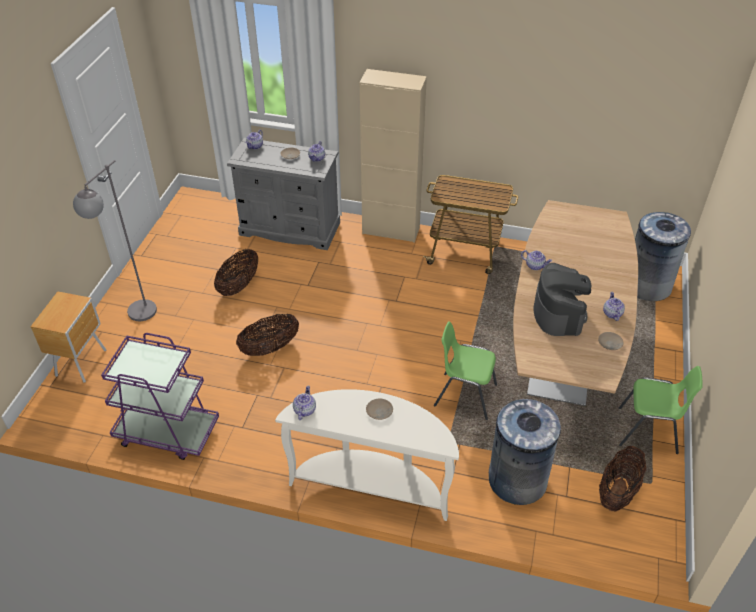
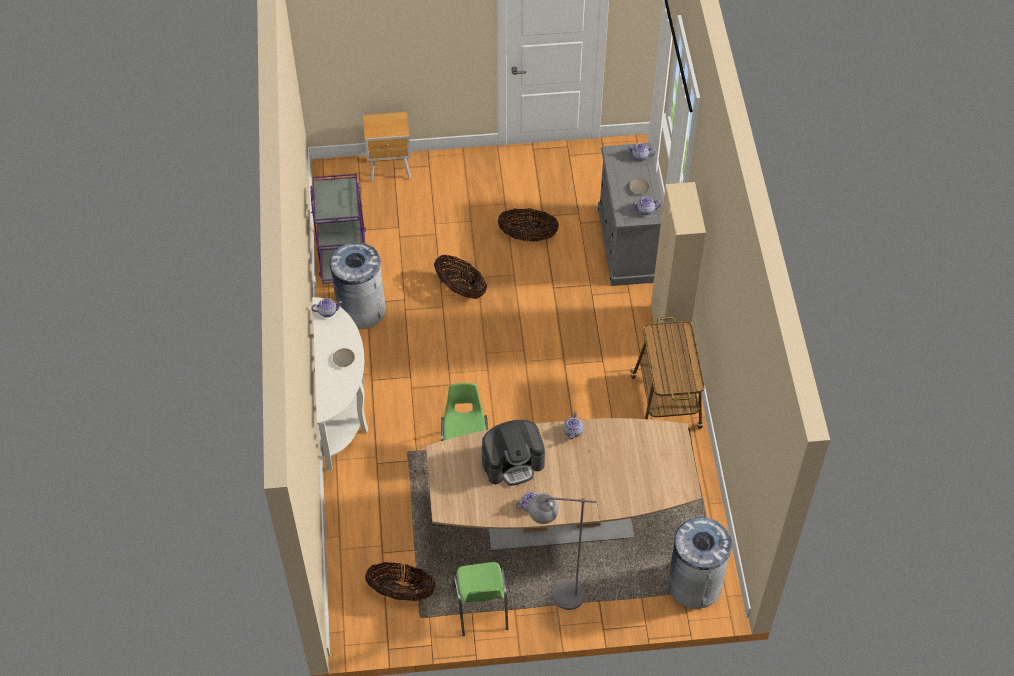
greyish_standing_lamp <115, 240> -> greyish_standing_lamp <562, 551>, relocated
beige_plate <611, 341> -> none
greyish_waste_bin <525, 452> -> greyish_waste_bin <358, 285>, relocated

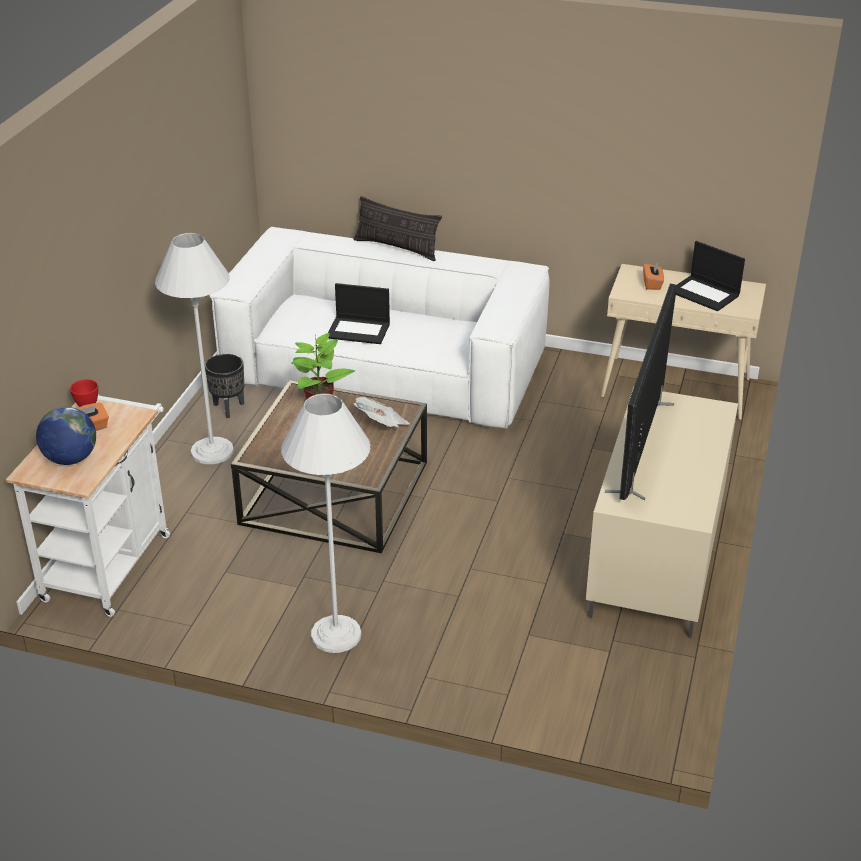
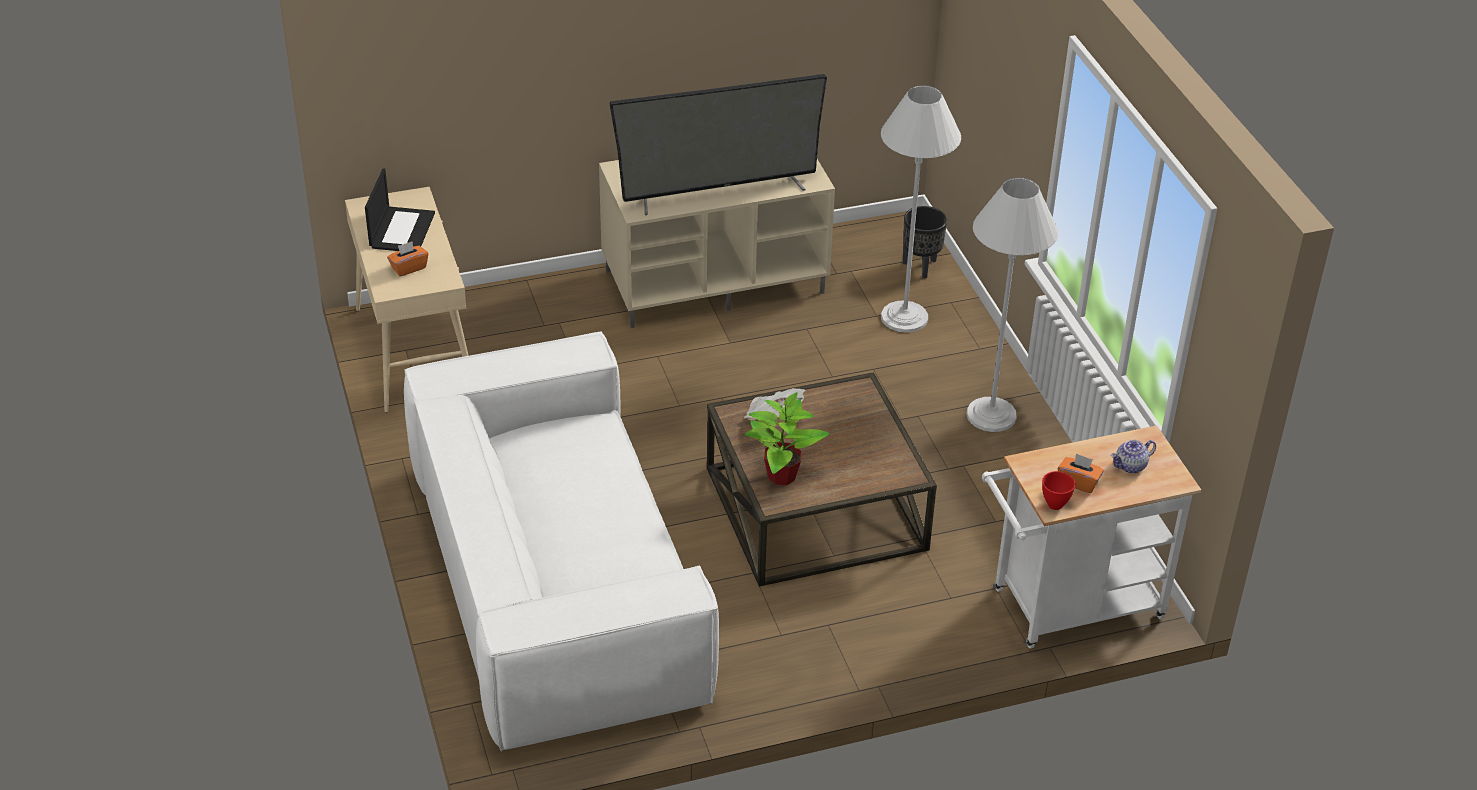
pillow <398, 228> -> none
white_standing_lamp <194, 348> -> white_standing_lamp <921, 209>, relocated
portable_computer <359, 313> -> none
blackish_flower_pot <224, 386> -> blackish_flower_pot <925, 242>, relocated
globe <66, 436> -> pot_for_tea <1133, 456>

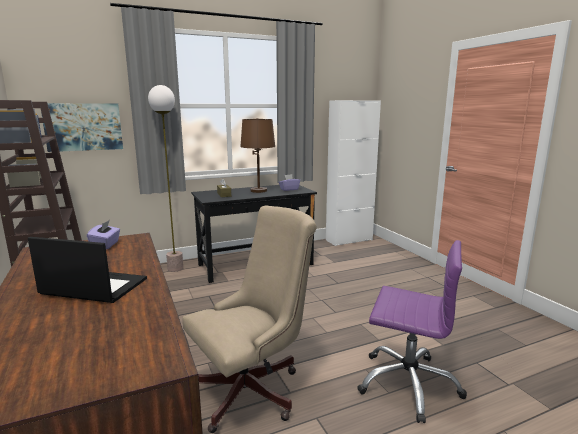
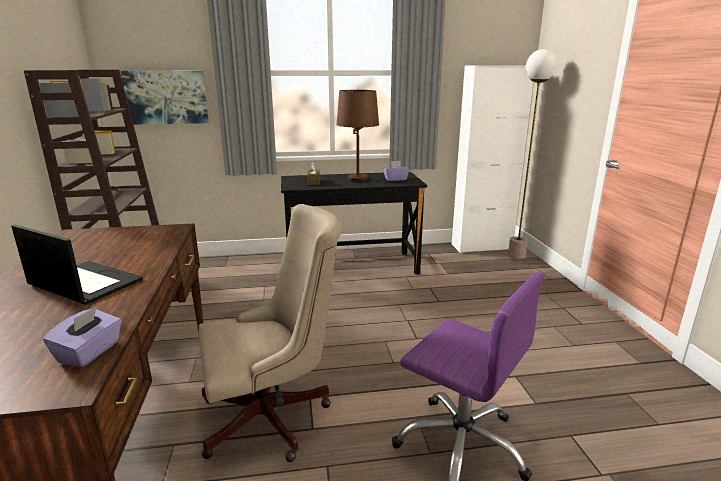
standing_lamp <165, 178> -> standing_lamp <532, 154>, relocated
purplish_box_of_tissues <103, 234> -> purplish_box_of_tissues <82, 336>, relocated

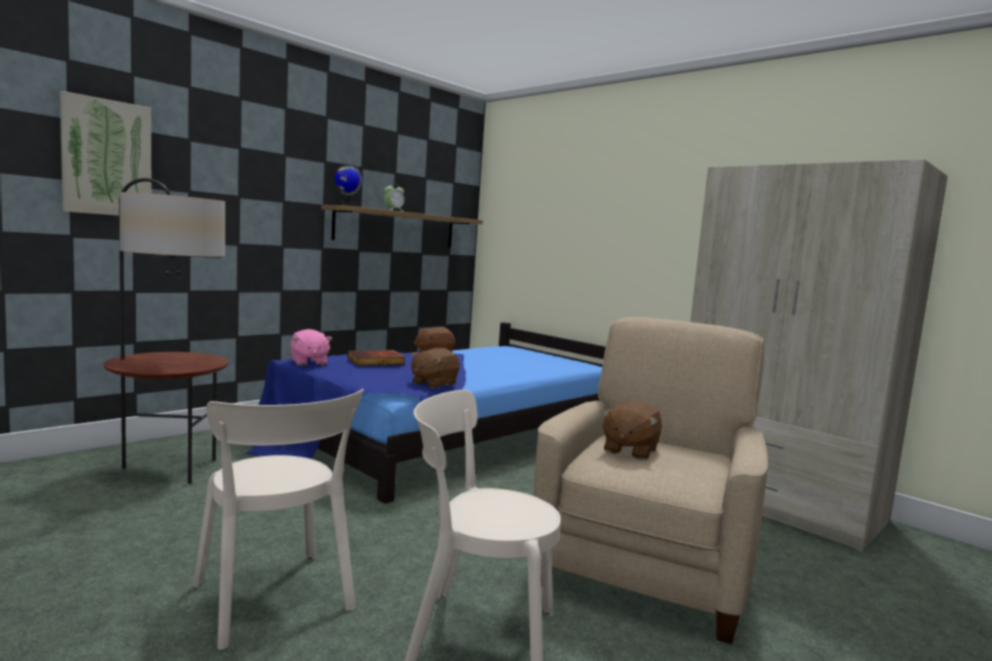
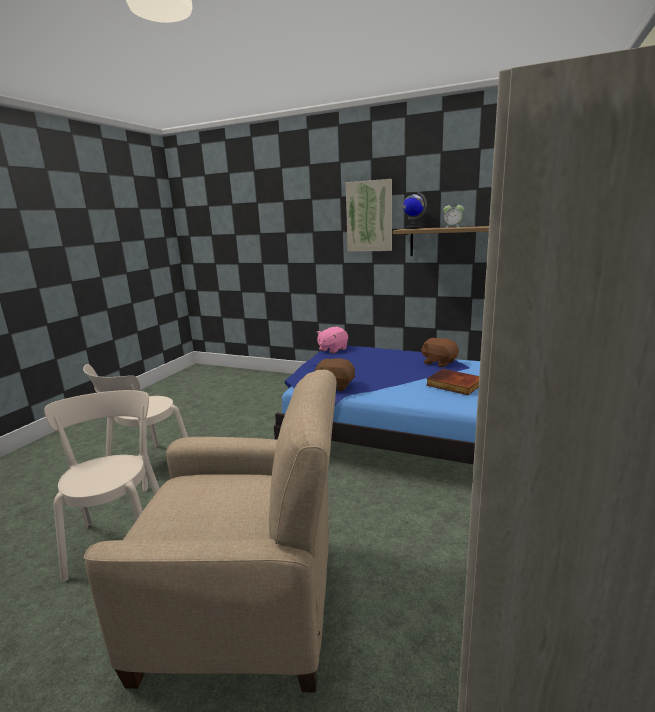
picture <105, 153> -> picture <369, 215>, relocated
standing_lamp <166, 331> -> none
bound_book <377, 358> -> bound_book <452, 382>, relocated
brown_plush_toy <632, 430> -> none

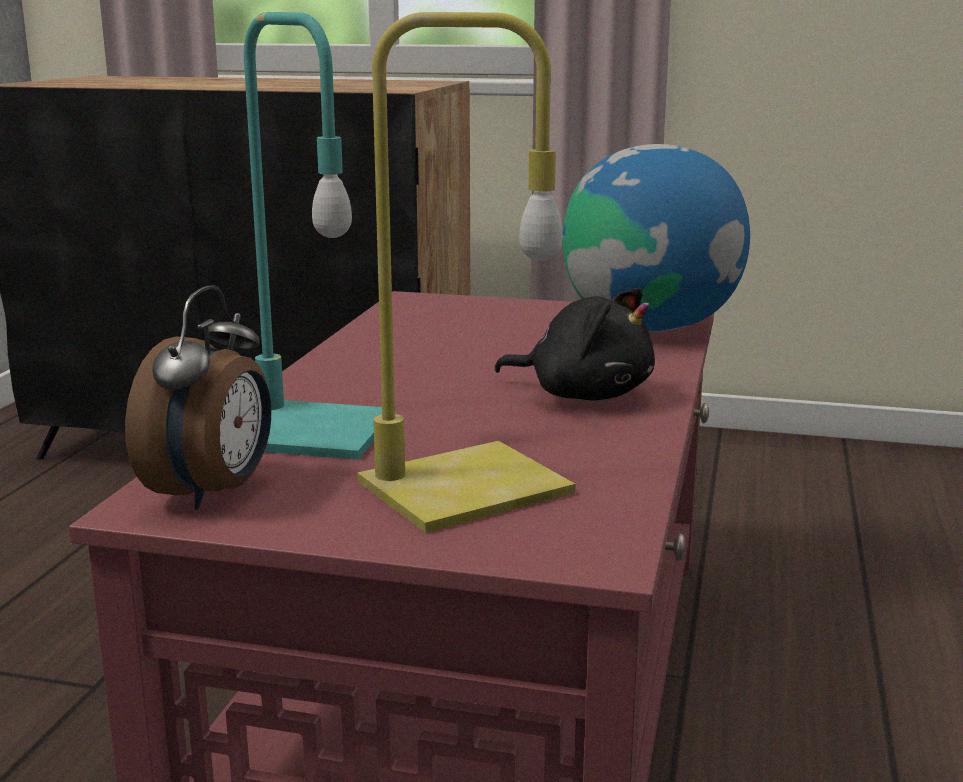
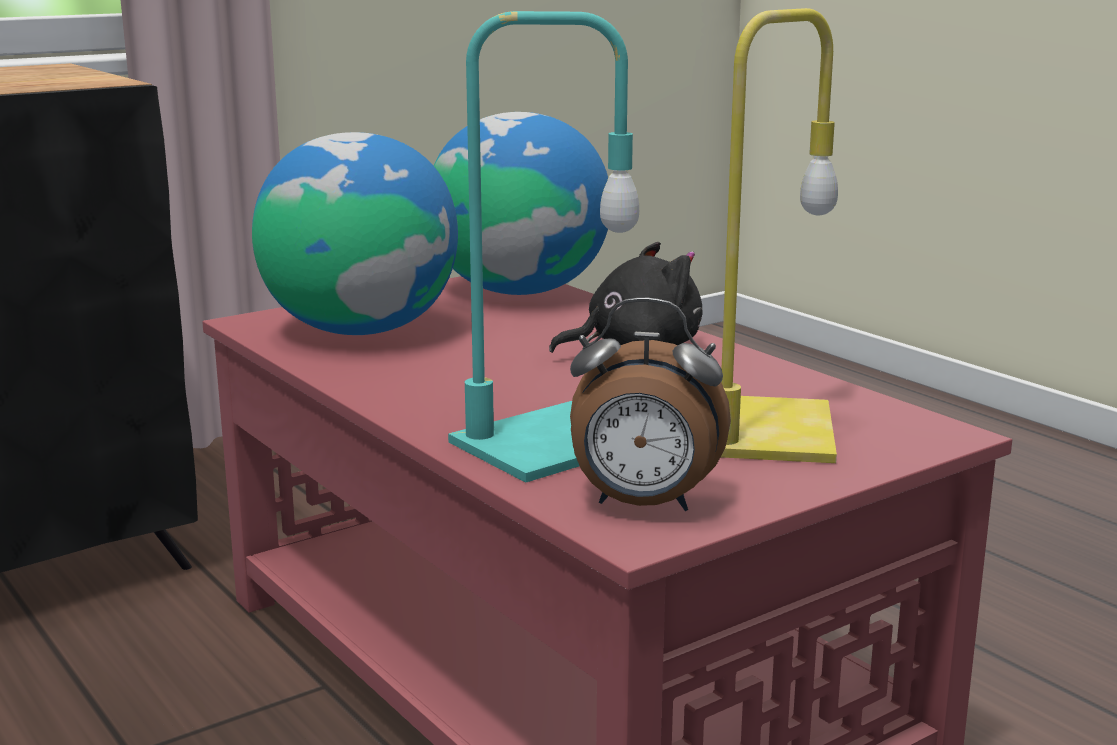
alarm_clock <198, 397> -> alarm_clock <650, 404>, 135 degrees clockwise
none -> globe <355, 233>

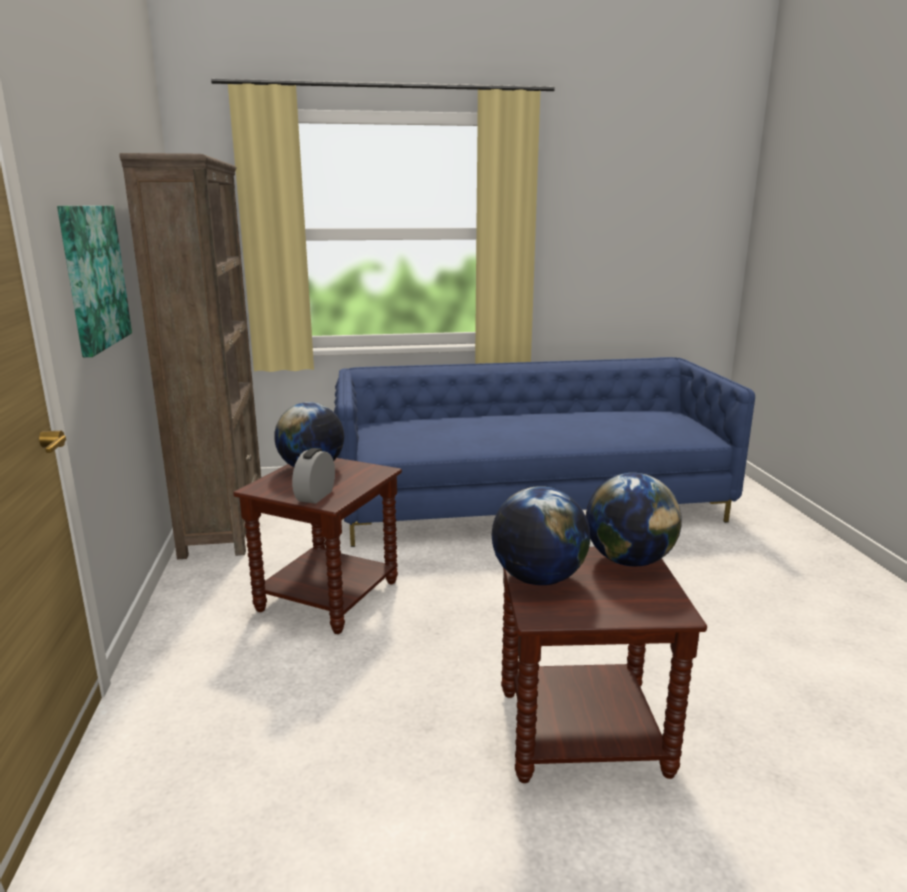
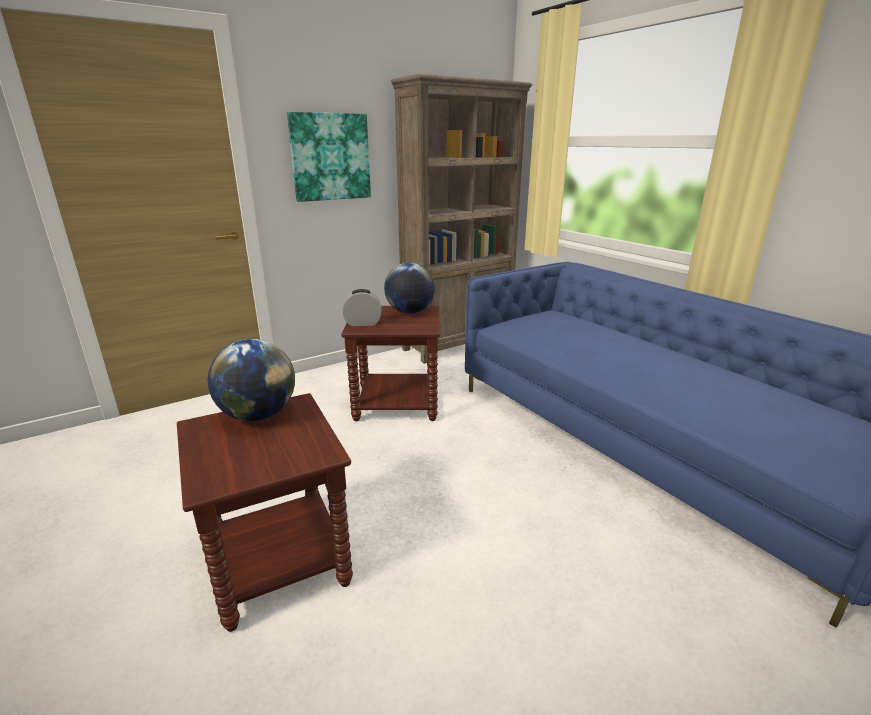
globe <634, 519> -> none

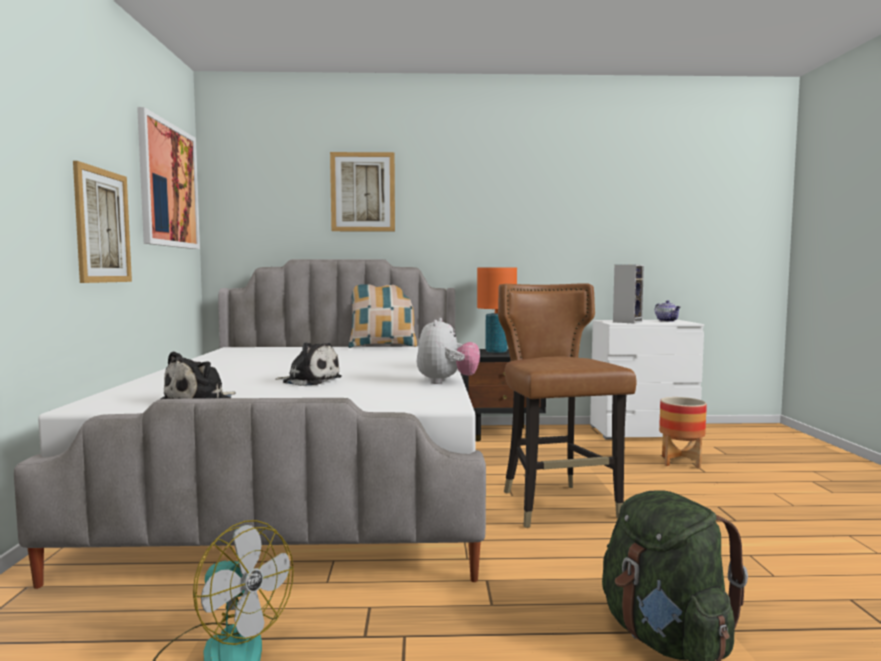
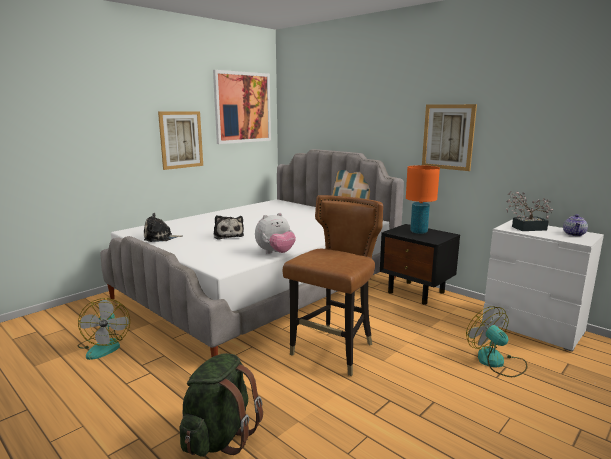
picture <362, 191> -> picture <449, 137>, relocated
loudspeaker <628, 294> -> potted_plant <529, 211>
flower_pot <683, 433> -> electric_fan <496, 341>

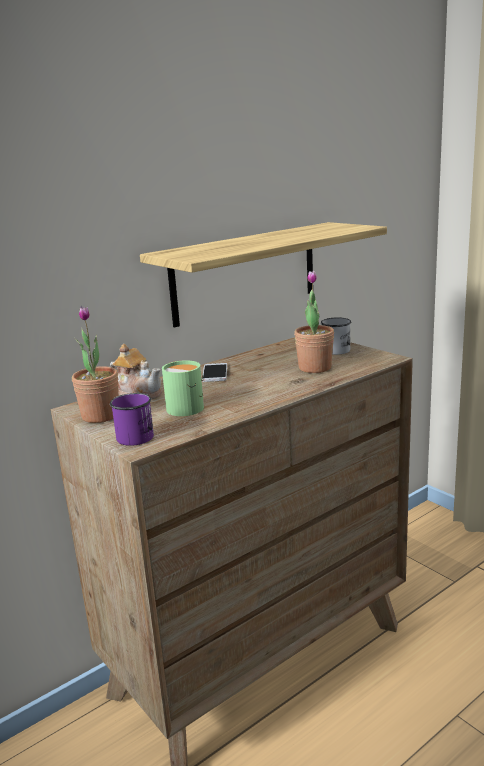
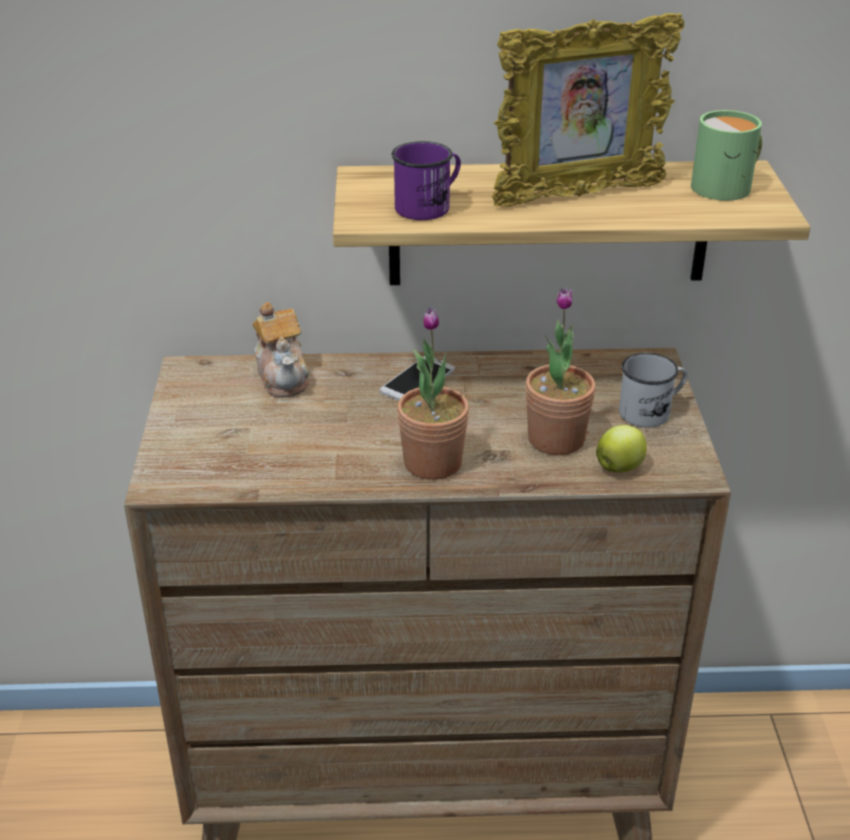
potted_plant <95, 364> -> potted_plant <433, 393>, relocated
greenish_mug <183, 388> -> greenish_mug <726, 155>, relocated
purplish_mug <132, 419> -> purplish_mug <426, 180>, relocated
none -> standing_frame <588, 110>
none -> apple <621, 449>

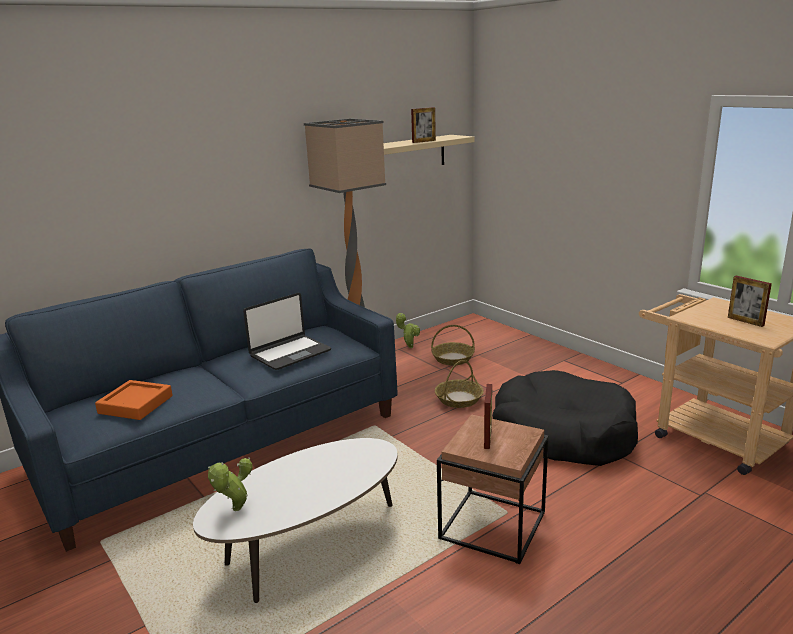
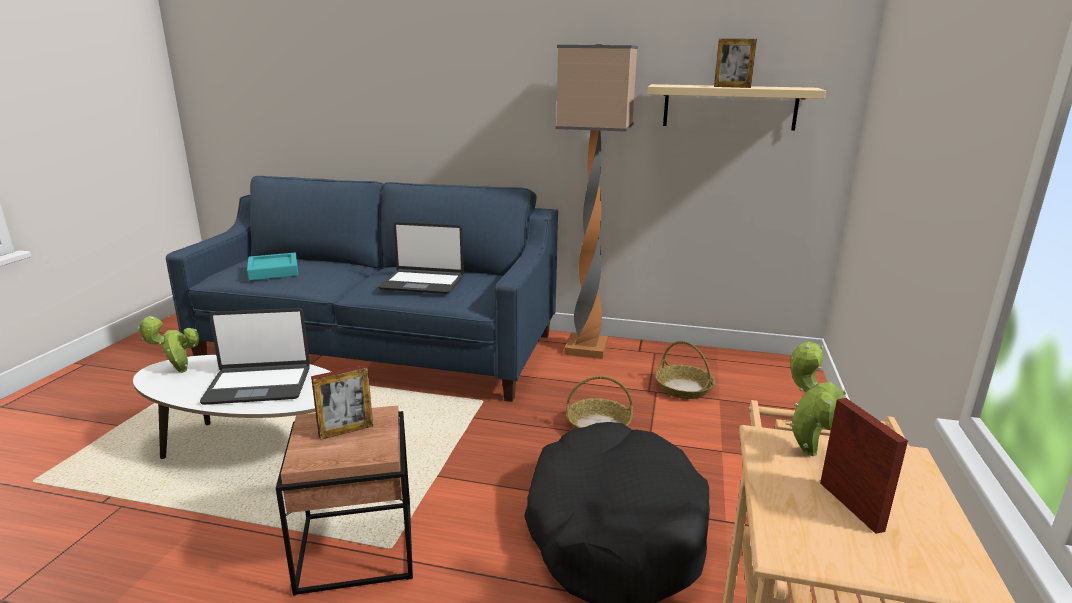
standing_frame <750, 301> -> standing_frame <864, 466>, 150 degrees clockwise
potted_plant <407, 330> -> potted_plant <818, 399>, relocated
orangey_tray <134, 400> -> turquoise-coloured_tray <272, 267>
none -> portable_computer <255, 356>

